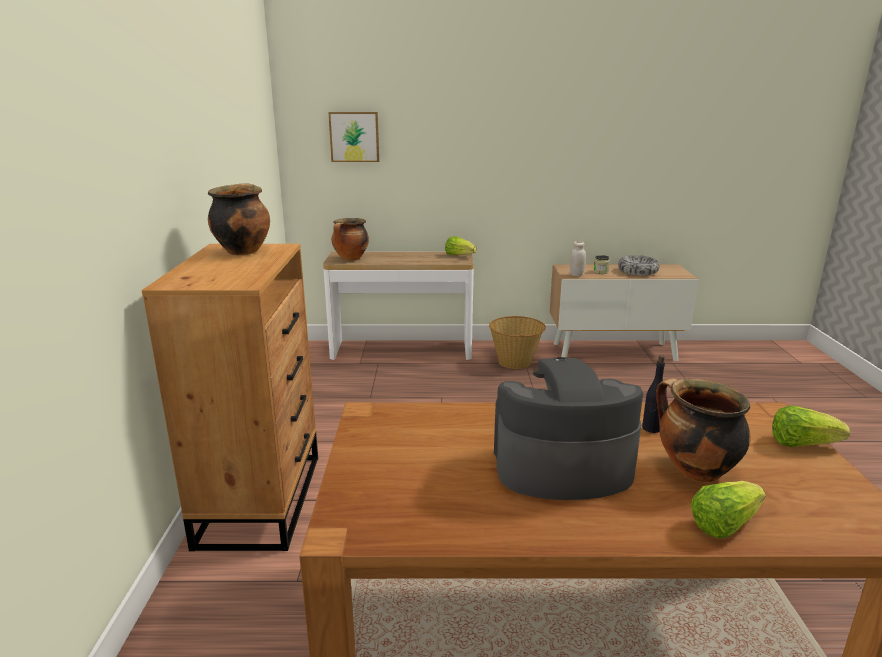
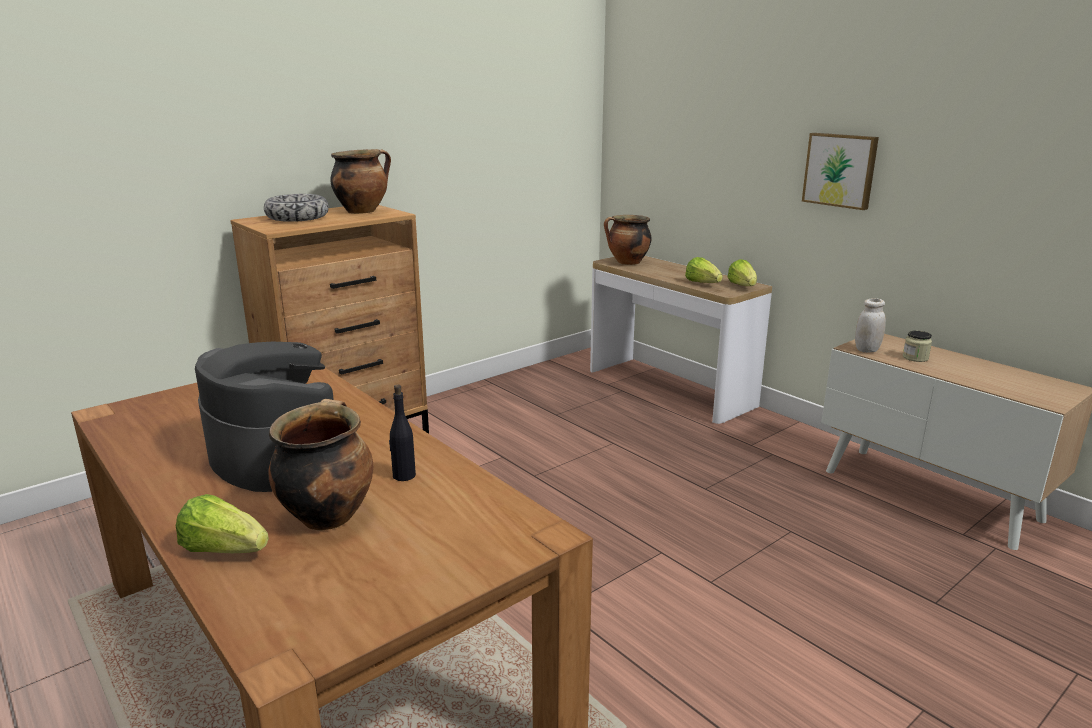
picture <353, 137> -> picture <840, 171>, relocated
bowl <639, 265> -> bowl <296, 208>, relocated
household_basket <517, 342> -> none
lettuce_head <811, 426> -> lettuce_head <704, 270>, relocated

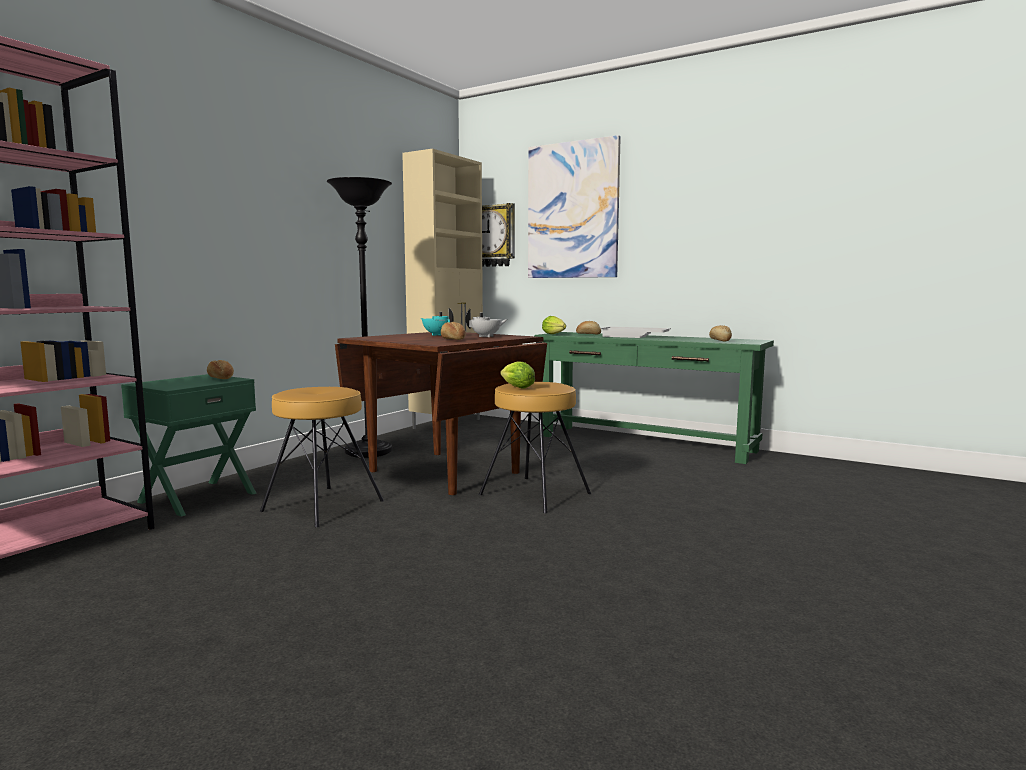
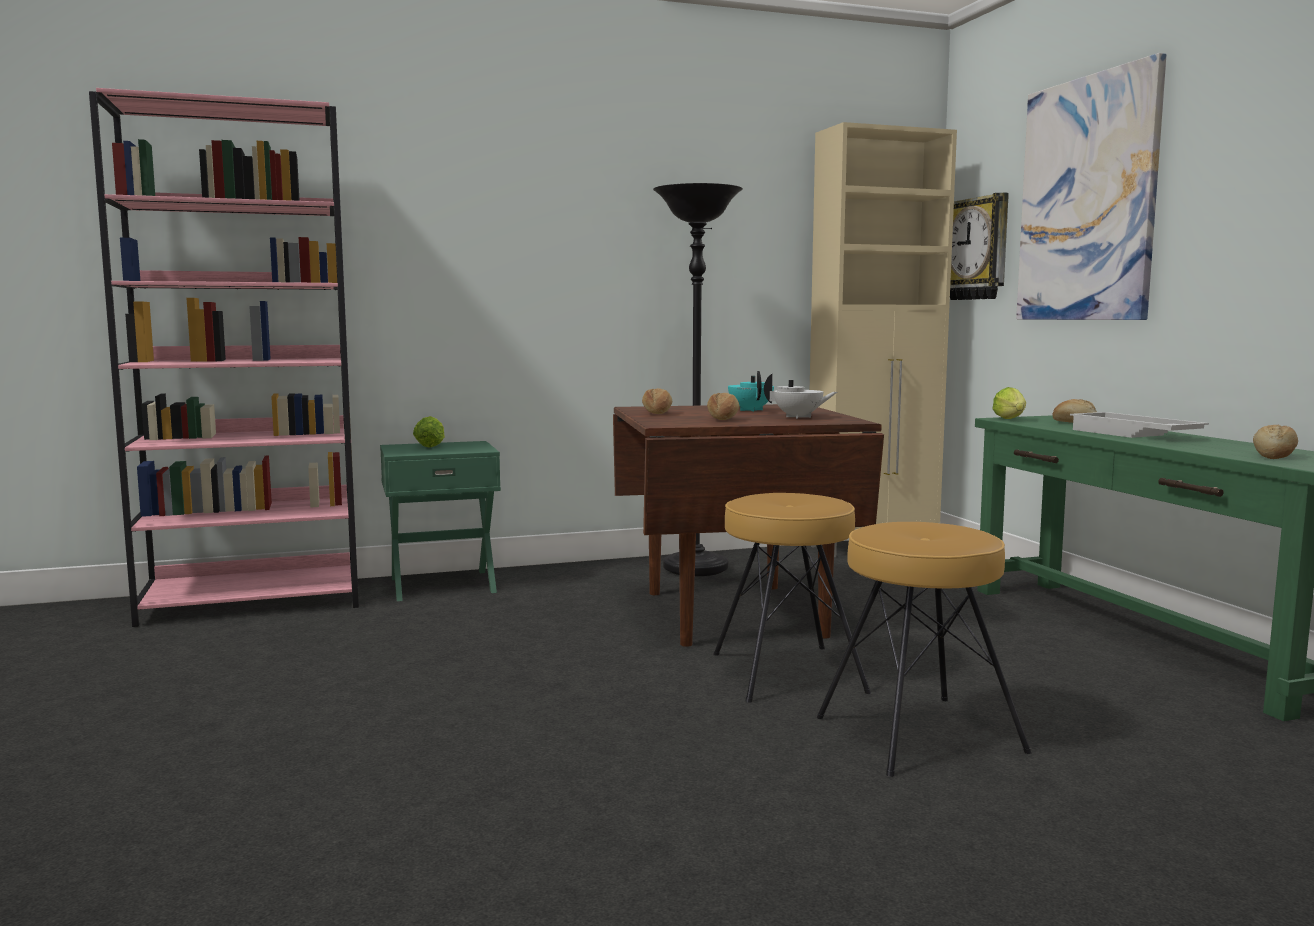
baked_bread <220, 369> -> baked_bread <657, 401>, relocated
lettuce_head <518, 375> -> lettuce_head <429, 432>, relocated
brown_sitting_stool <322, 457> -> brown_sitting_stool <924, 649>, relocated

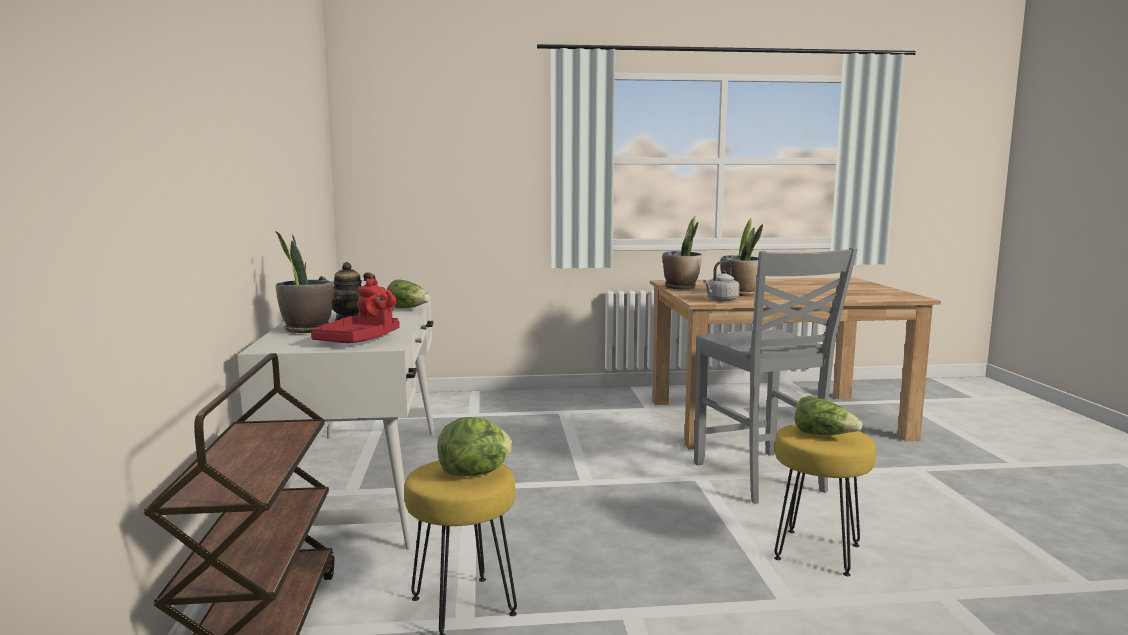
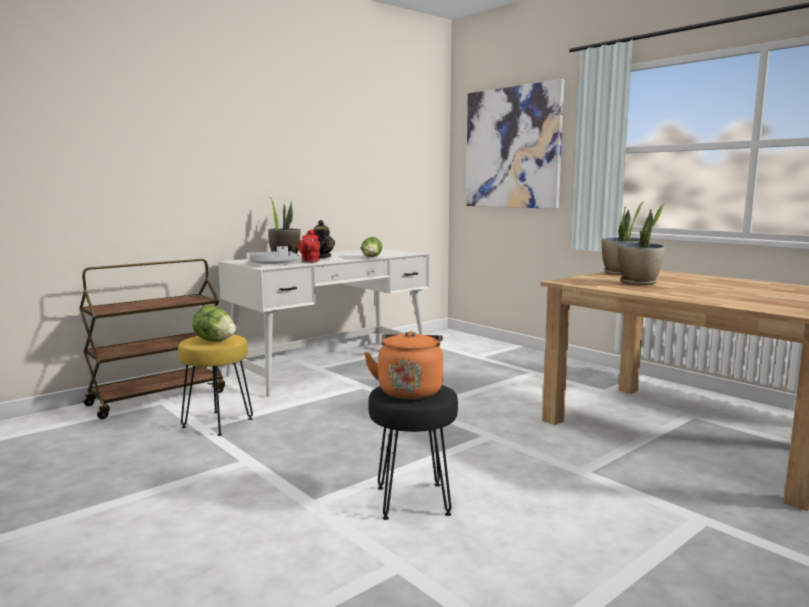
greyish_chair <776, 376> -> none
greyish_tea_kettle <721, 281> -> none
red-coloured_tray <355, 325> -> greyish_tray <272, 255>
lettuce_head <829, 415> -> orangey_tea_kettle <403, 365>
yellowish_sitting_stool <825, 500> -> blackish_sitting_stool <413, 452>
none -> picture <515, 144>

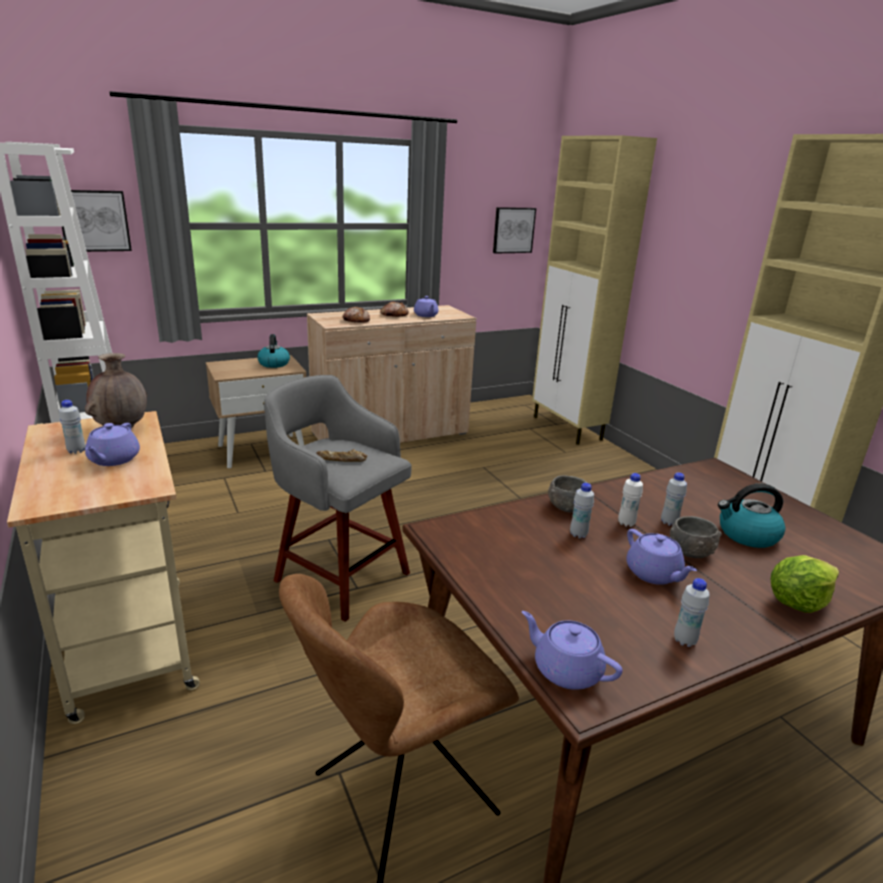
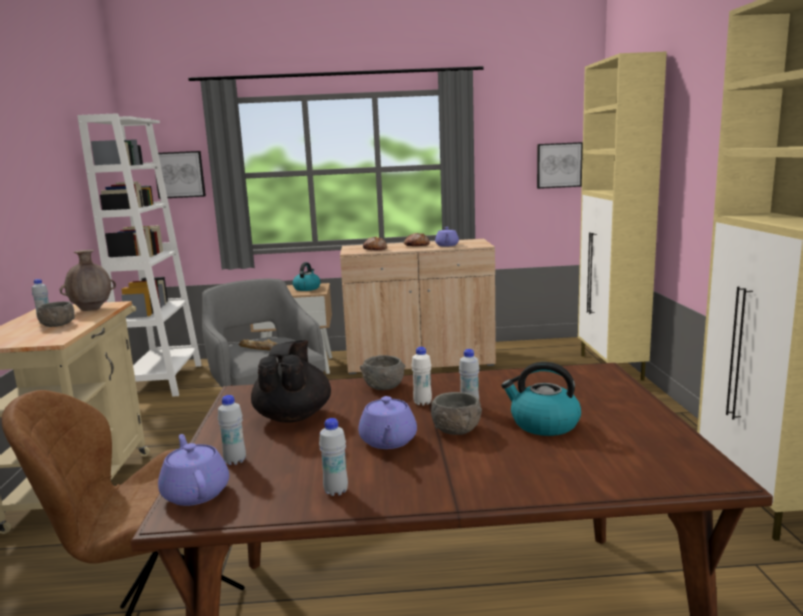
purplish_pot_for_tea <112, 444> -> greyish_bowl <56, 314>
white_drink_bottle <582, 511> -> white_drink_bottle <232, 430>, relocated
lettuce_head <805, 584> -> none
none -> blackish_pot_for_tea <291, 381>

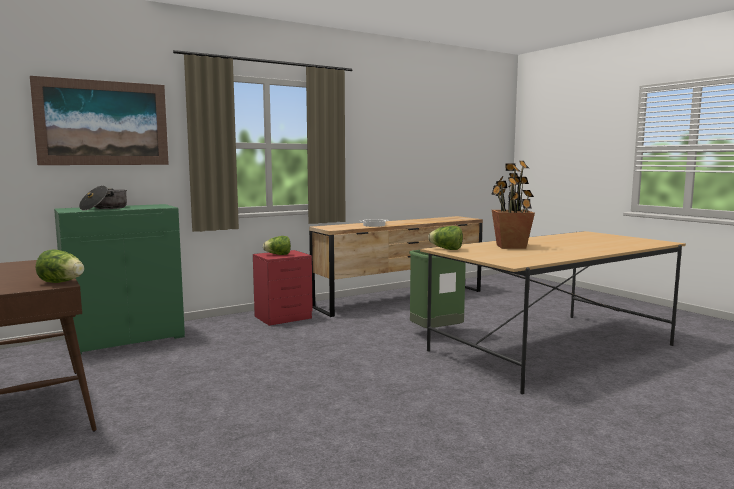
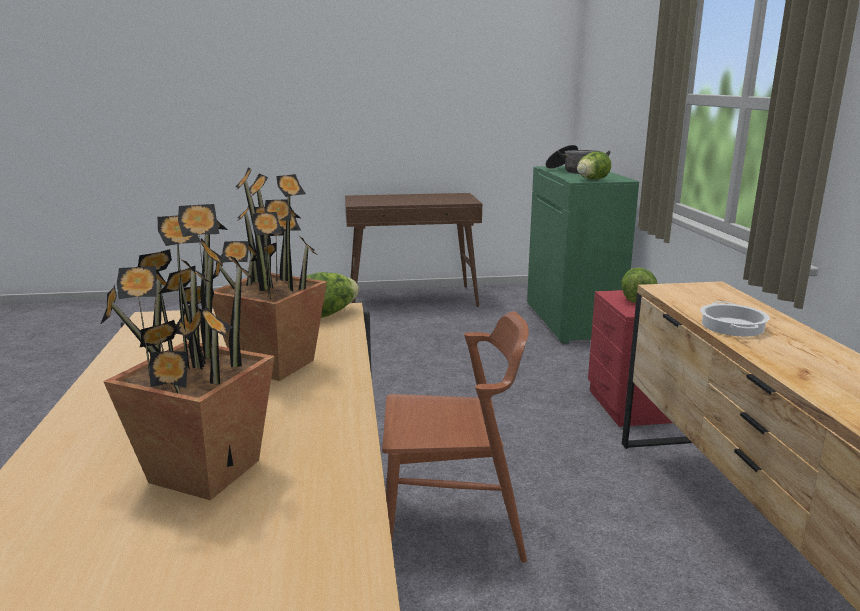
picture <99, 120> -> none
lettuce_head <59, 266> -> lettuce_head <594, 166>, relocated
greenish_waste_bin <437, 289> -> brown_chair <455, 437>
none -> potted_plant <187, 352>

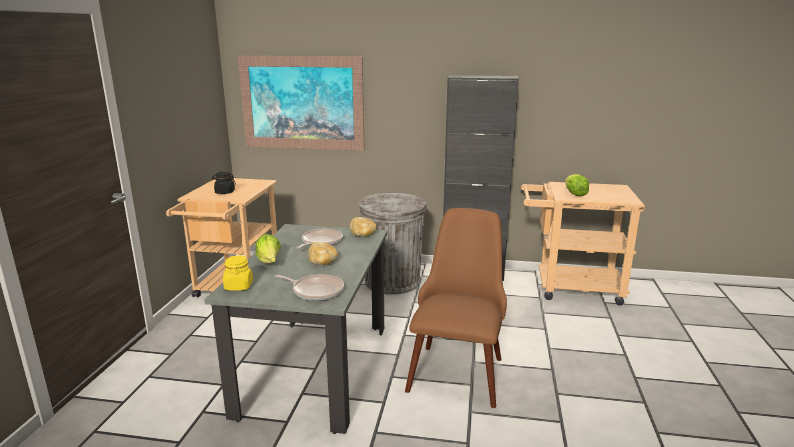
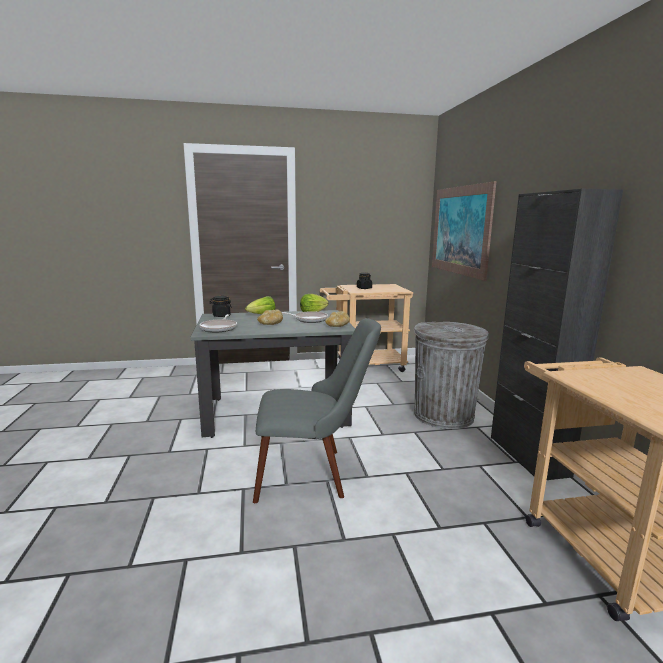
lettuce_head <577, 185> -> lettuce_head <314, 303>, relocated
brown_chair <456, 308> -> greyish_chair <317, 410>
yellowish_jar <238, 273> -> blackish_jar <220, 306>

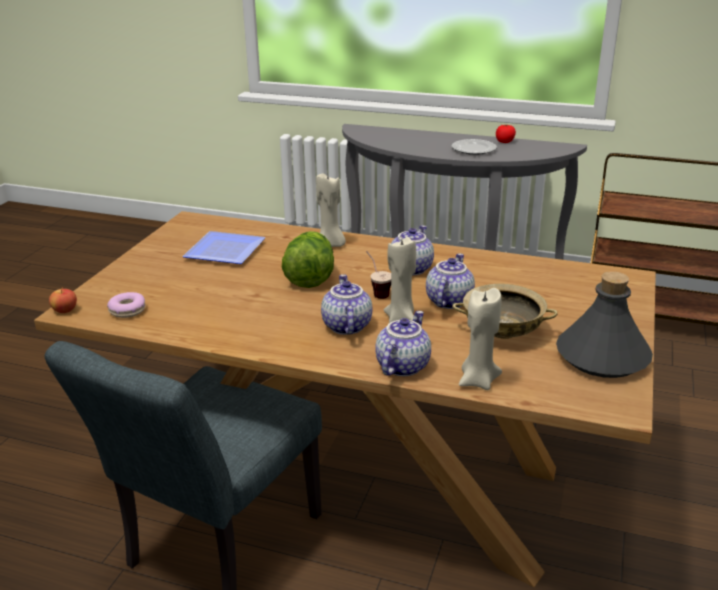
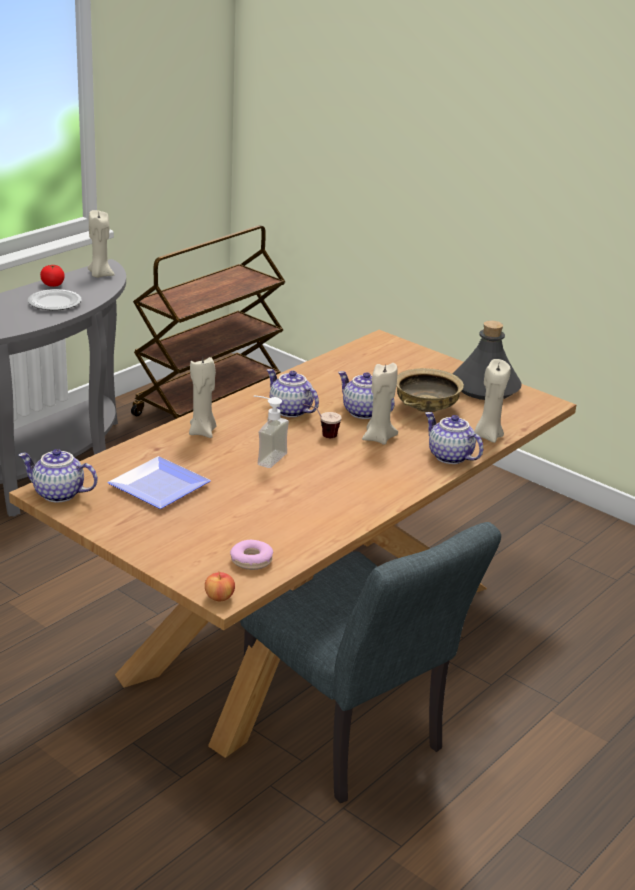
lettuce_head <308, 259> -> soap_bottle <271, 431>
pot_for_tea <346, 304> -> pot_for_tea <58, 476>, relocated
none -> beige_wax_light <101, 244>

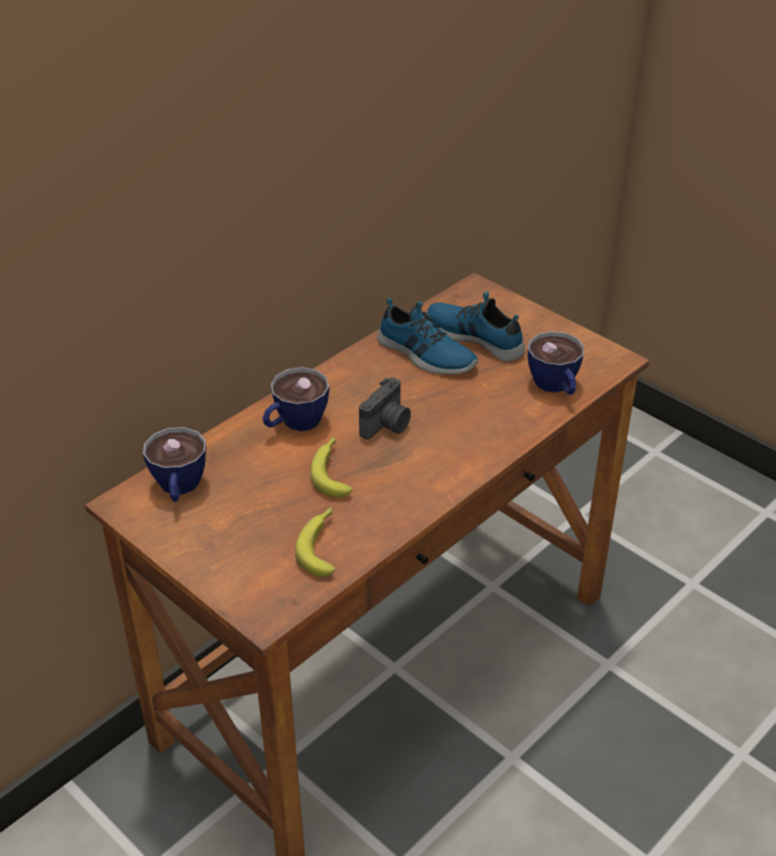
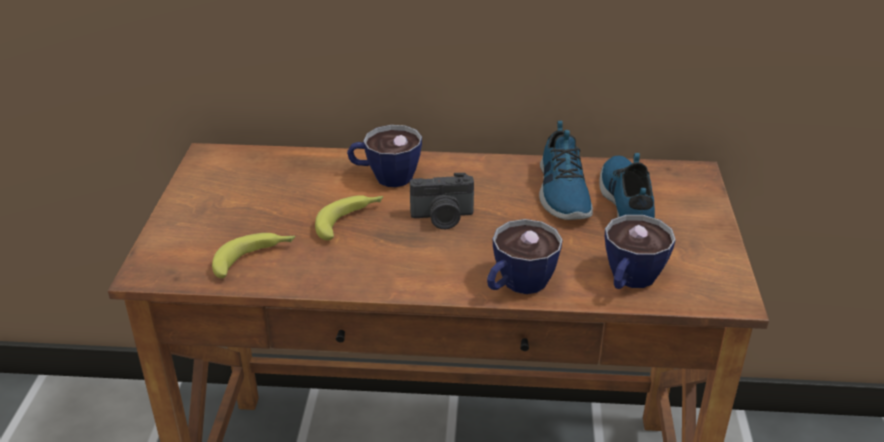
cup <174, 464> -> cup <525, 256>, relocated

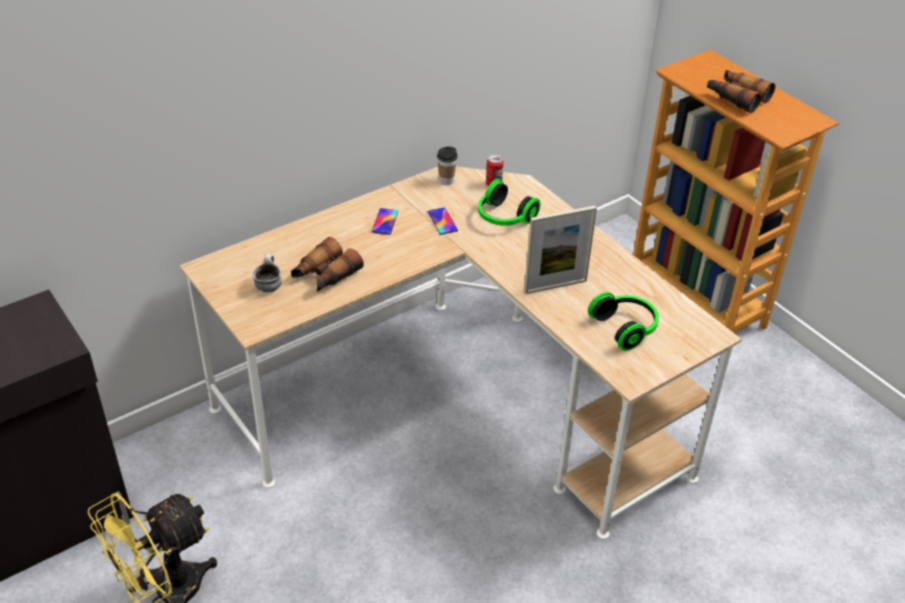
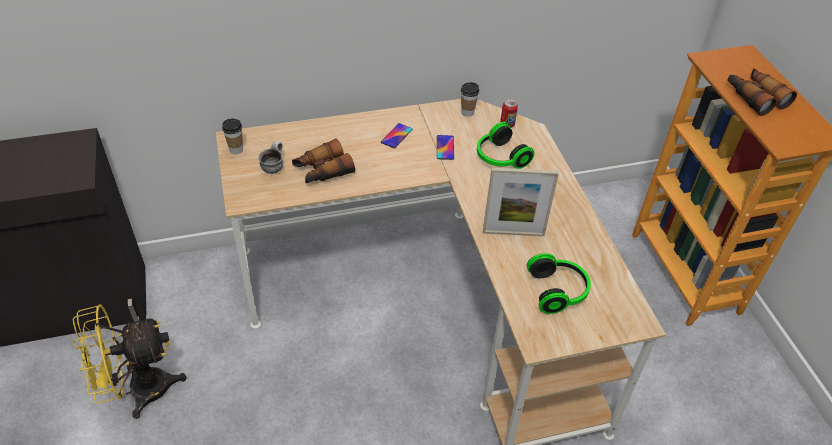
none -> cup <232, 136>

